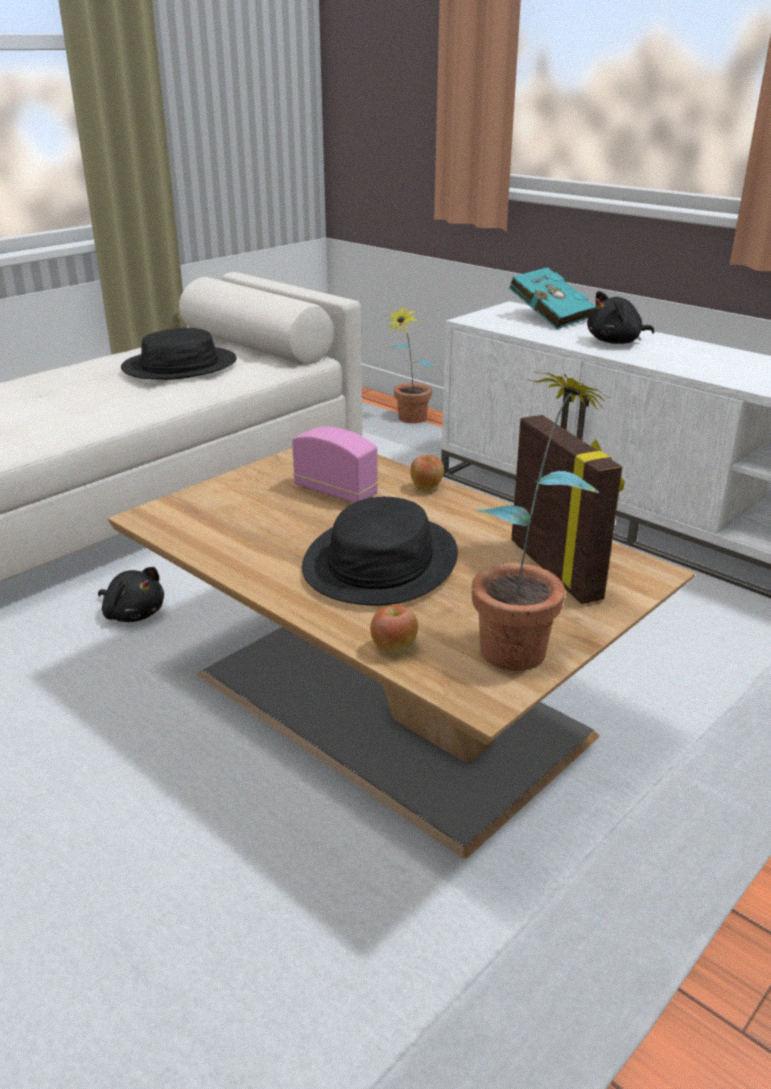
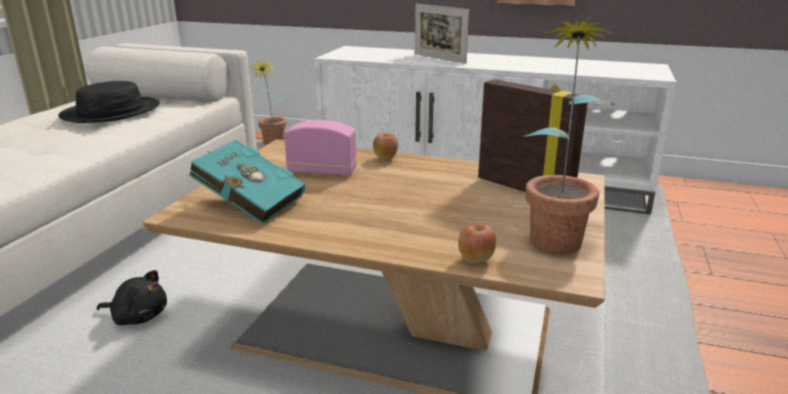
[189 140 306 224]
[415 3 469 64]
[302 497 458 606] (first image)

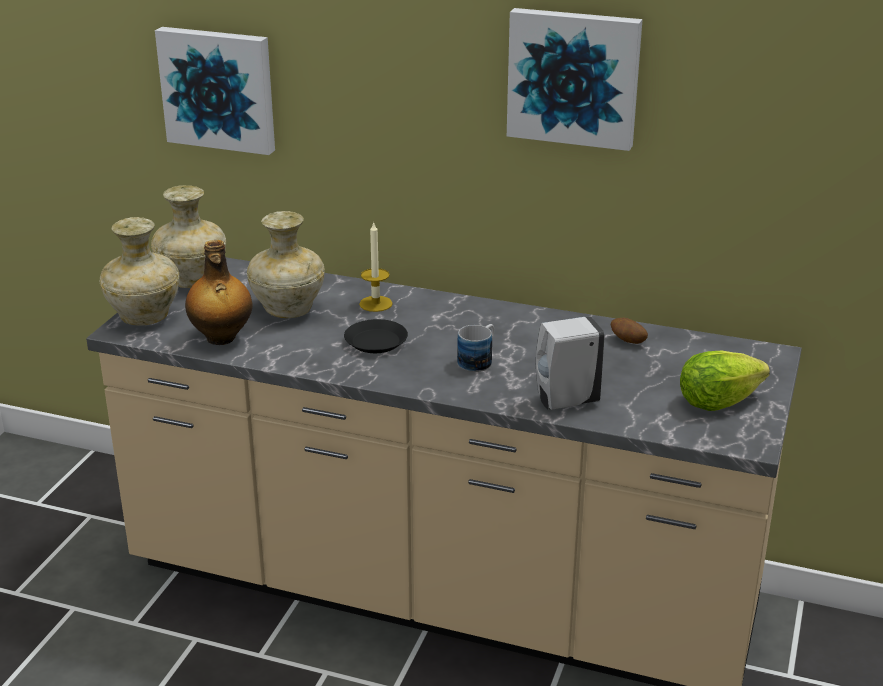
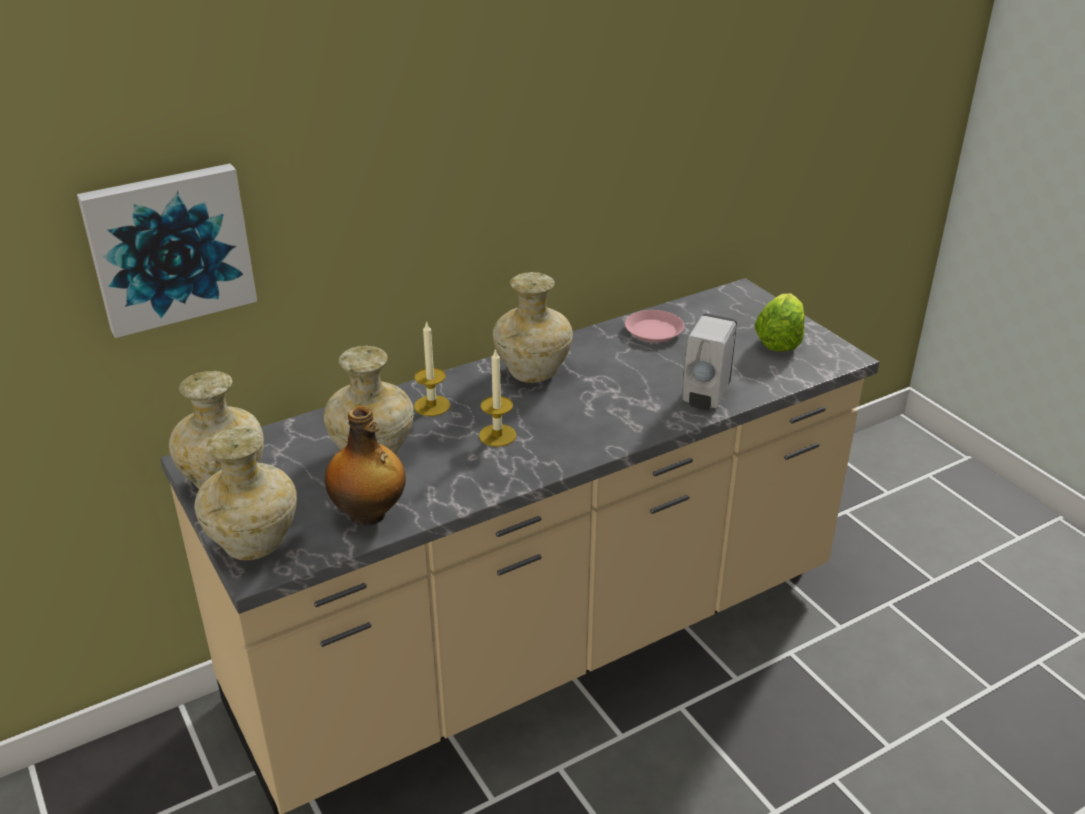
[507 8 643 151] (first image)
[625 310 684 342]
[479 348 516 447]
[457 324 494 372] (first image)
[493 272 573 383]

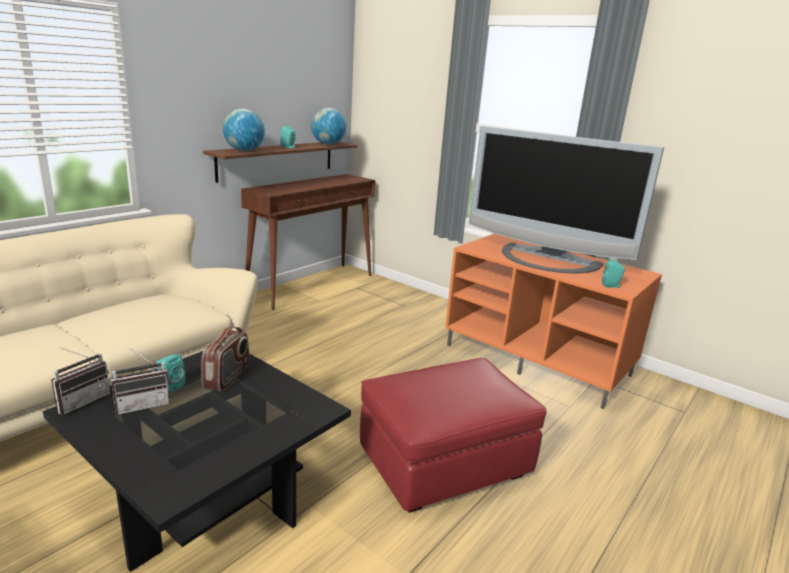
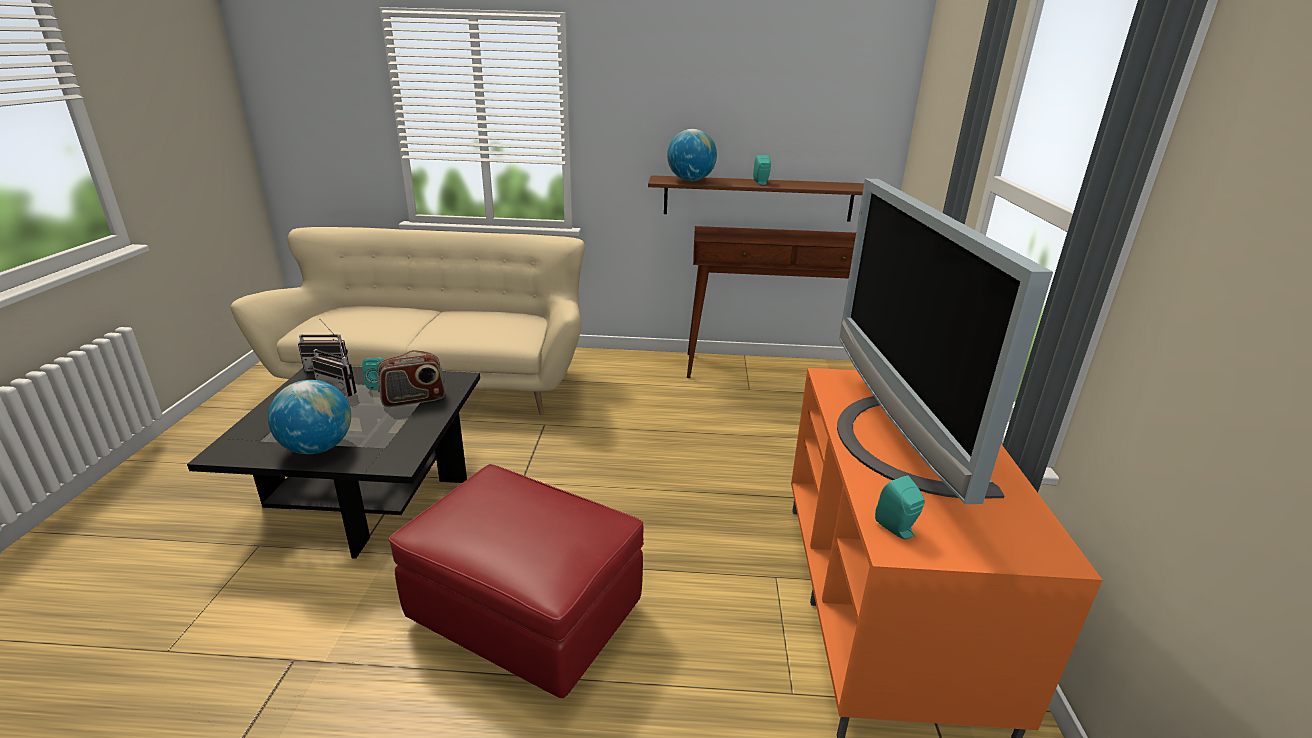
[268 380 351 454]

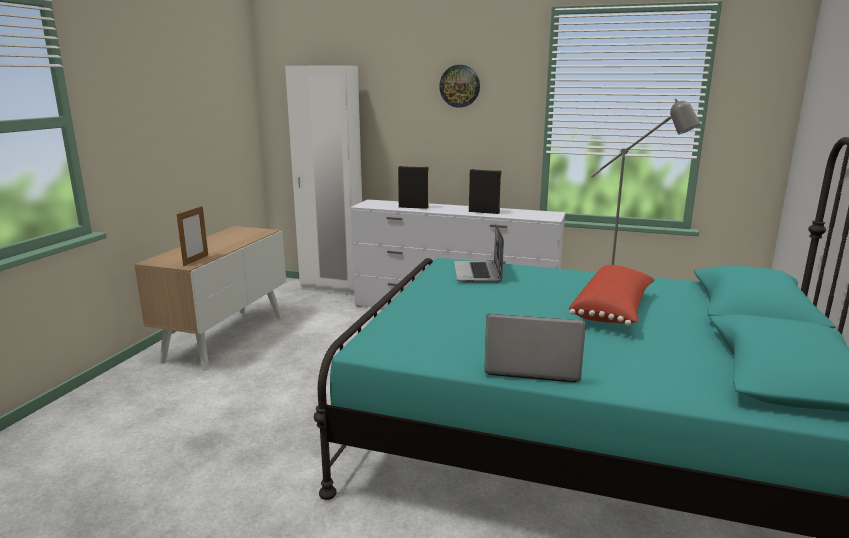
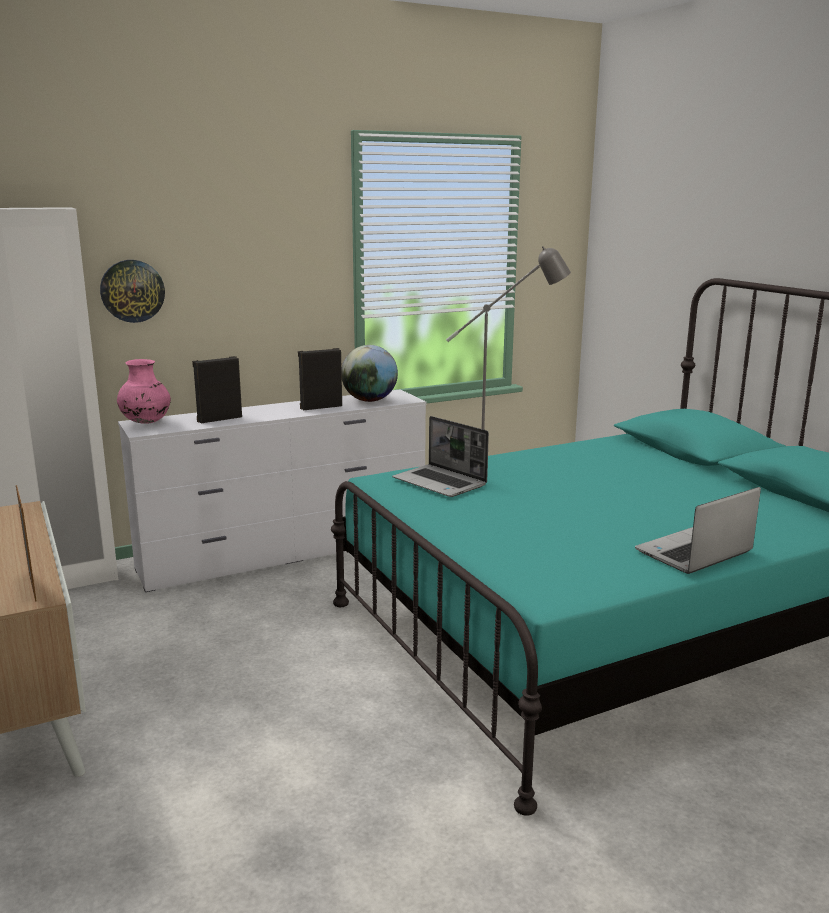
[100 260 165 323]
[569 265 655 326] (first image)
[342 345 398 402]
[117 359 171 424]

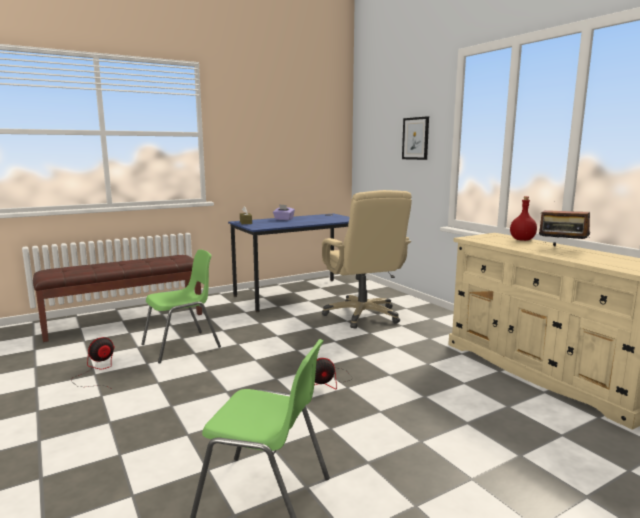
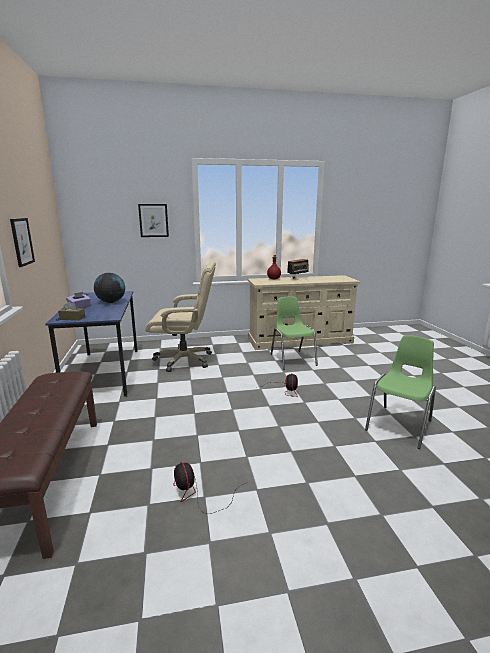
[271 296 318 370]
[10 218 35 267]
[94 273 125 303]

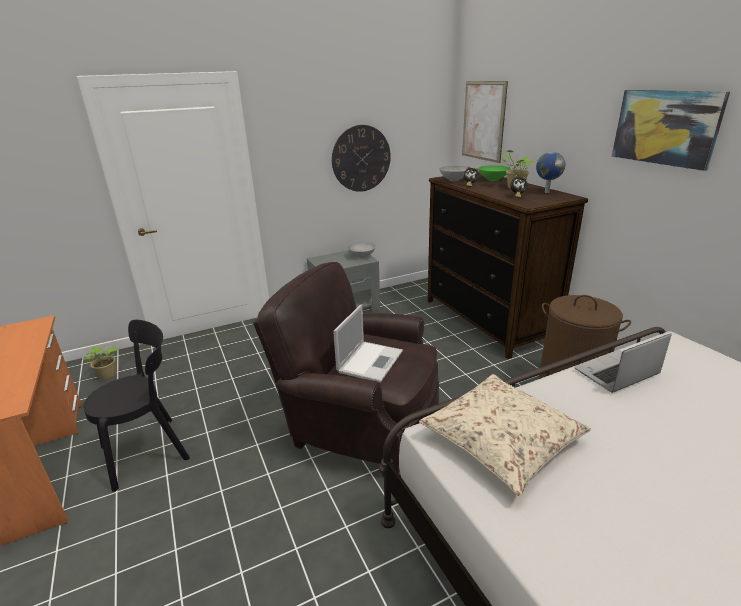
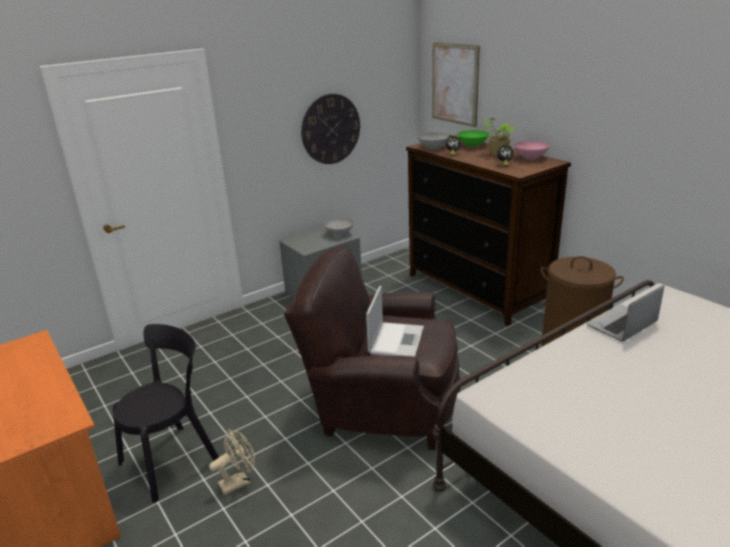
[612 90 730 171] (first image)
[514 141 550 159]
[82 345 118 380] (first image)
[419 374 591 496] (first image)
[209 429 255 495]

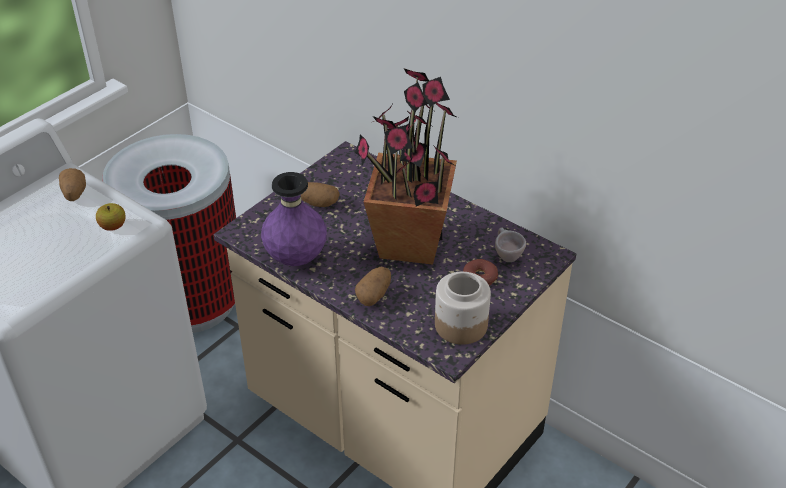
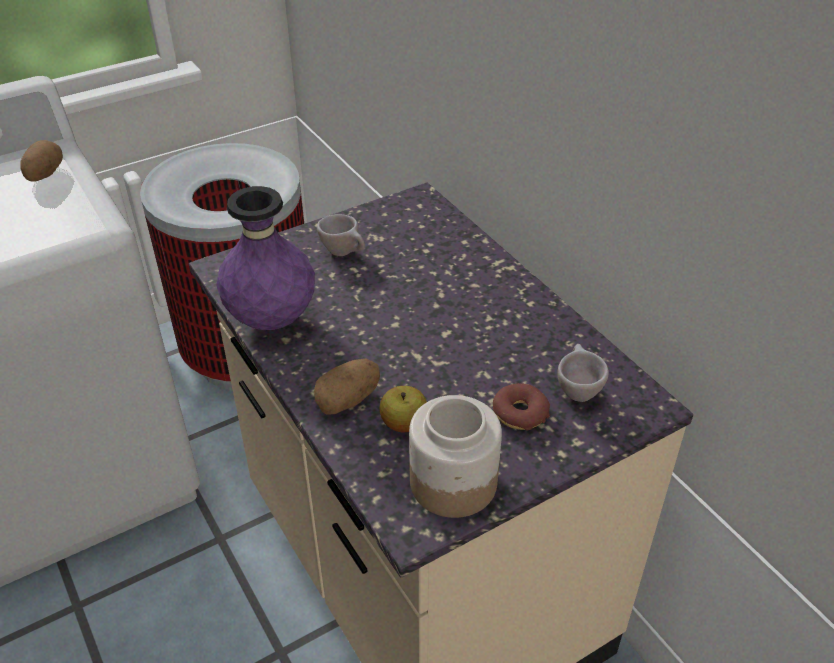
[355 69 458 265] (first image)
[317 214 365 256]
[380 386 427 432]

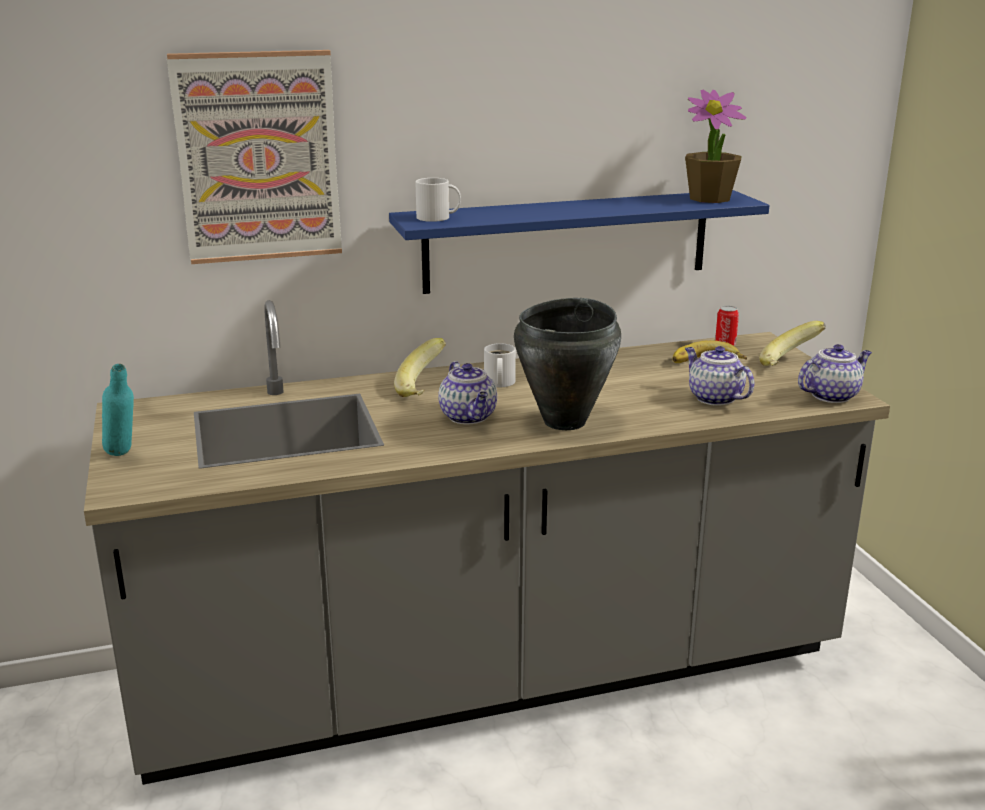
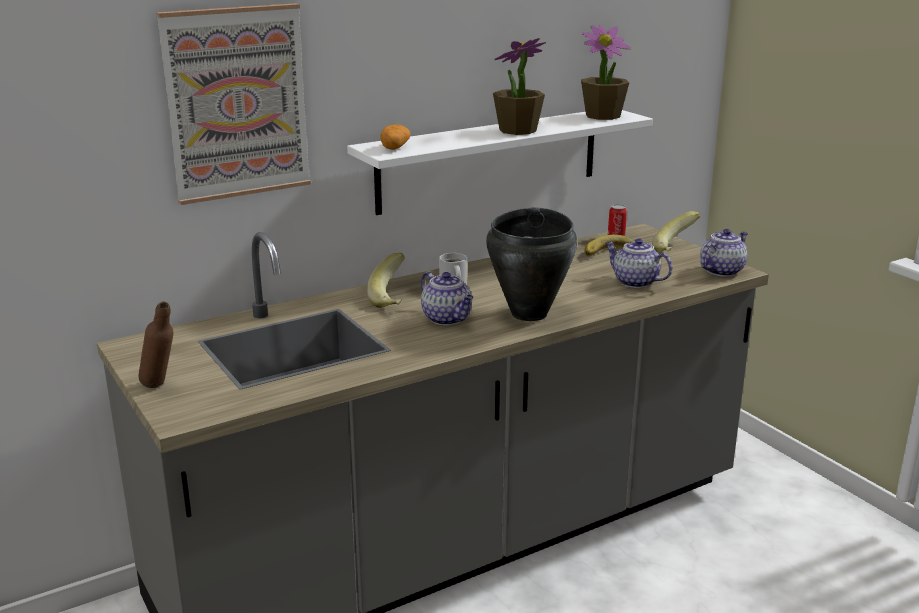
[381 124 410 150]
[347 110 653 215]
[139 302 173 388]
[493 38 546 135]

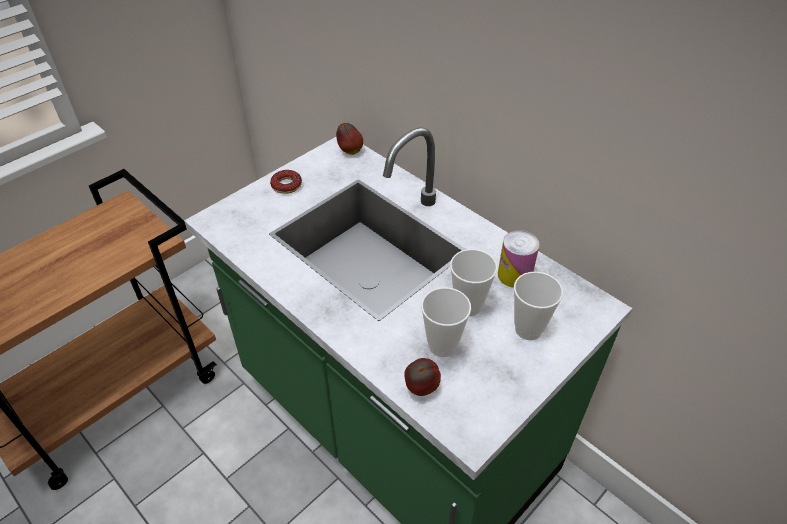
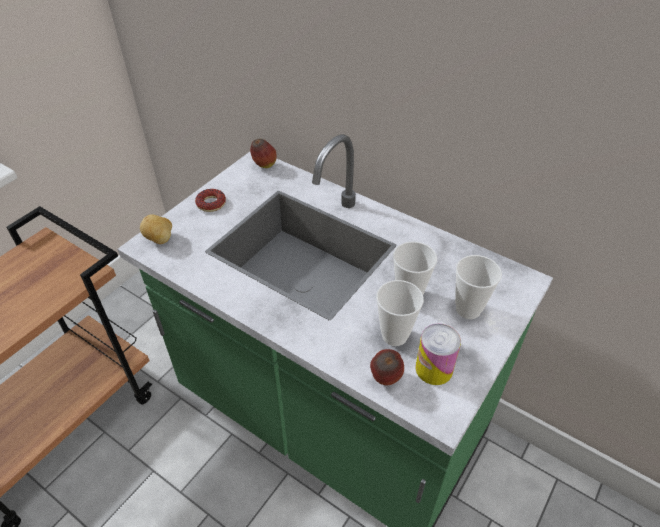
[415 324 461 385]
[140 214 172 244]

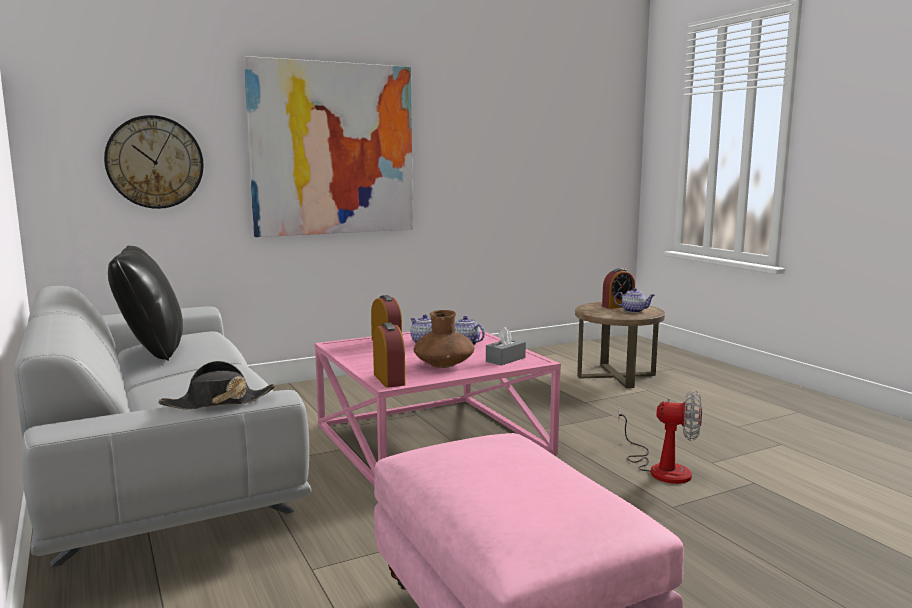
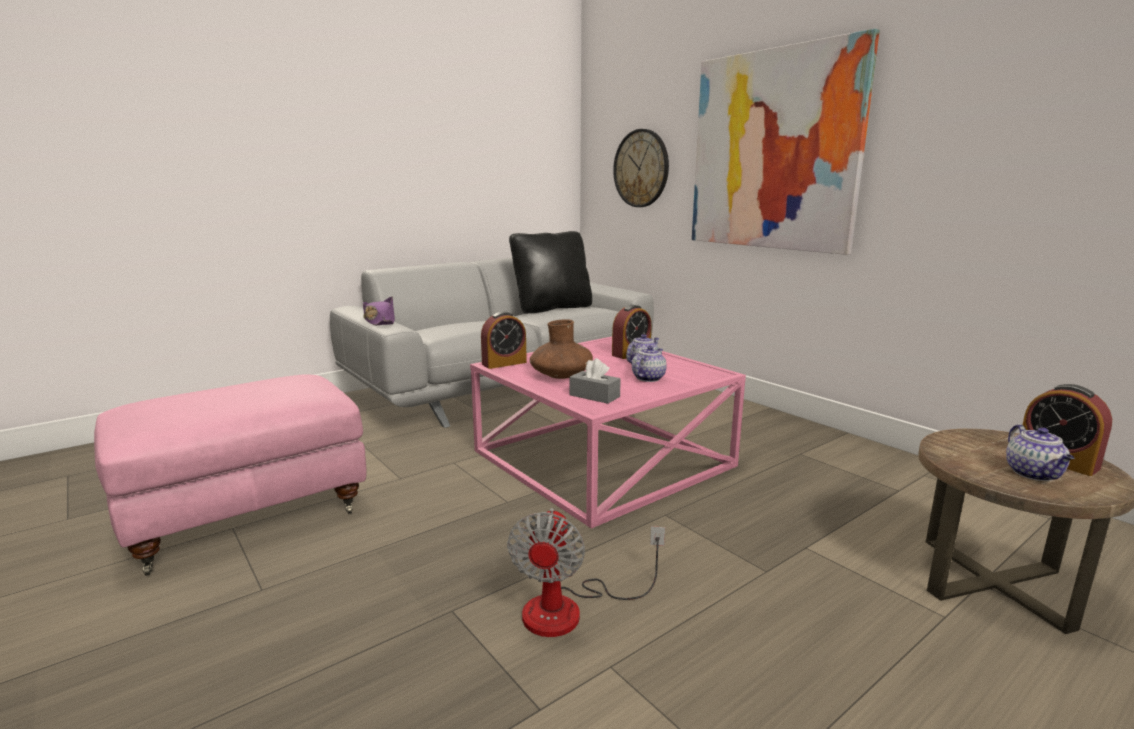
[363 297 395 325]

